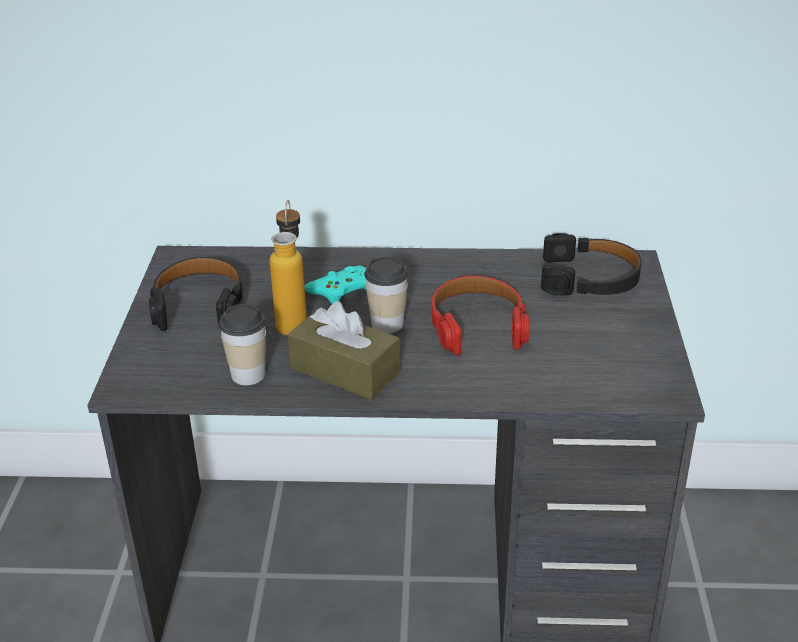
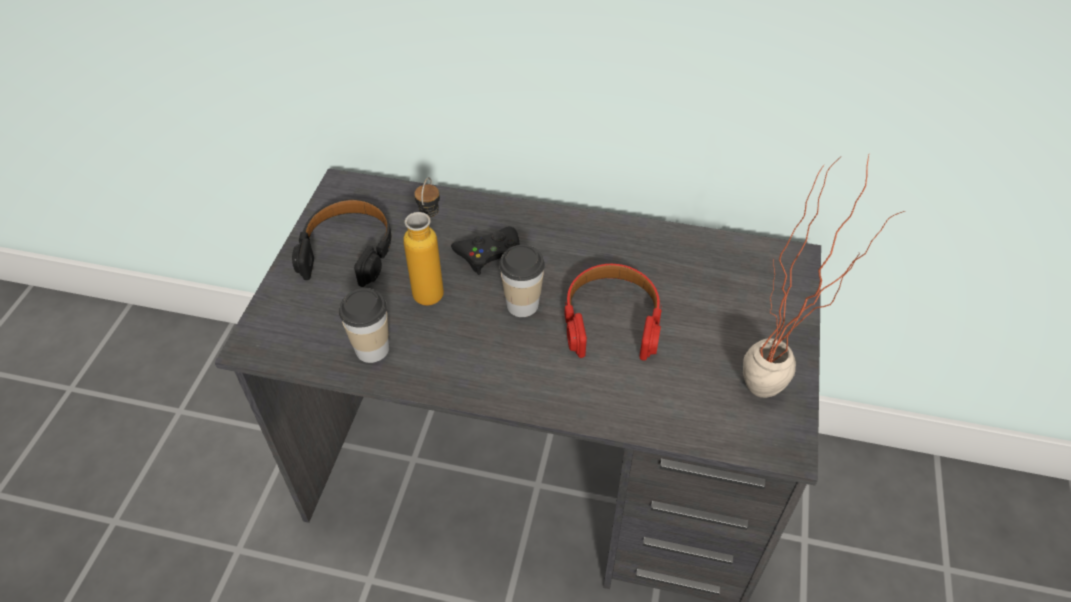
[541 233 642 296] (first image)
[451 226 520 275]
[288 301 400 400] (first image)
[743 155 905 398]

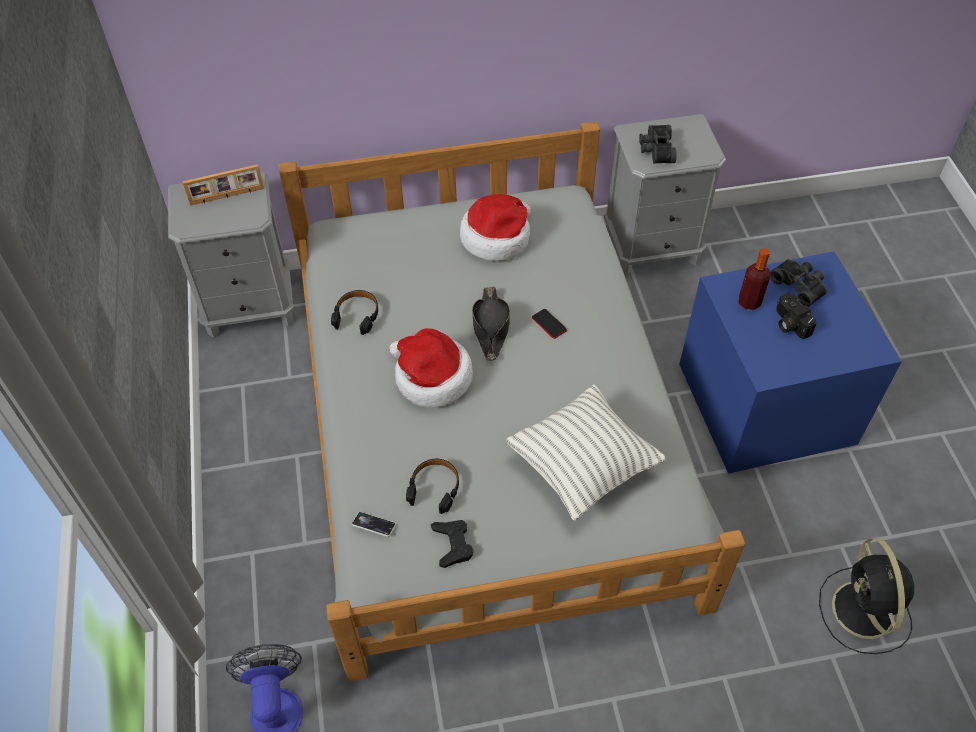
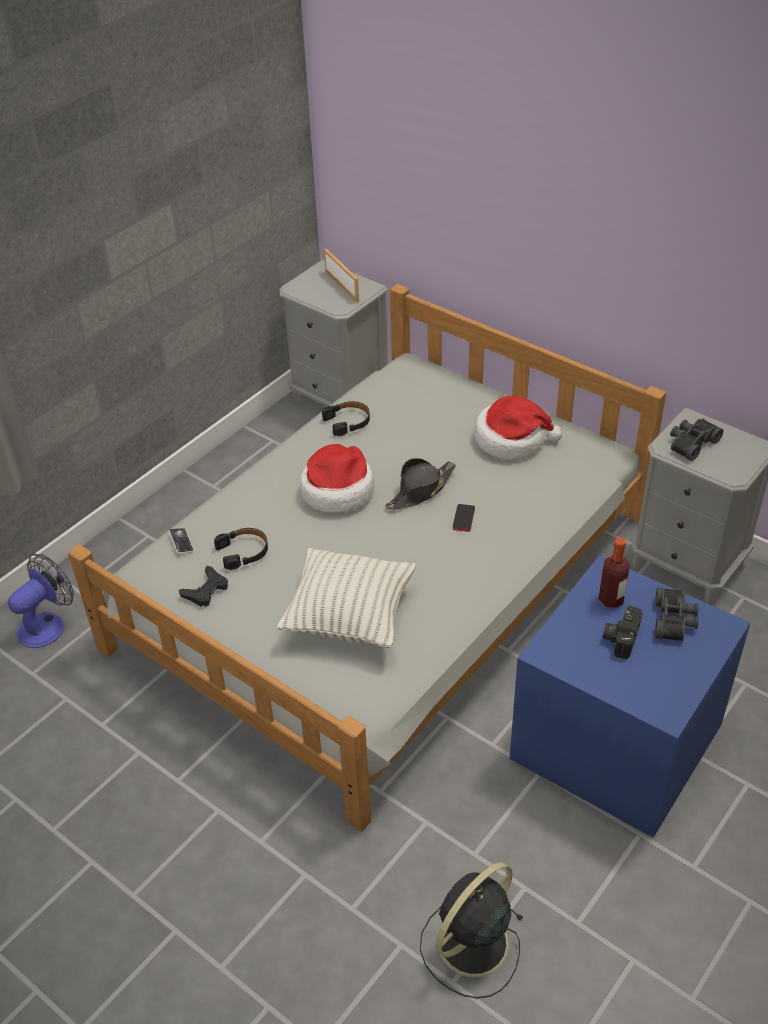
[324 249 359 302]

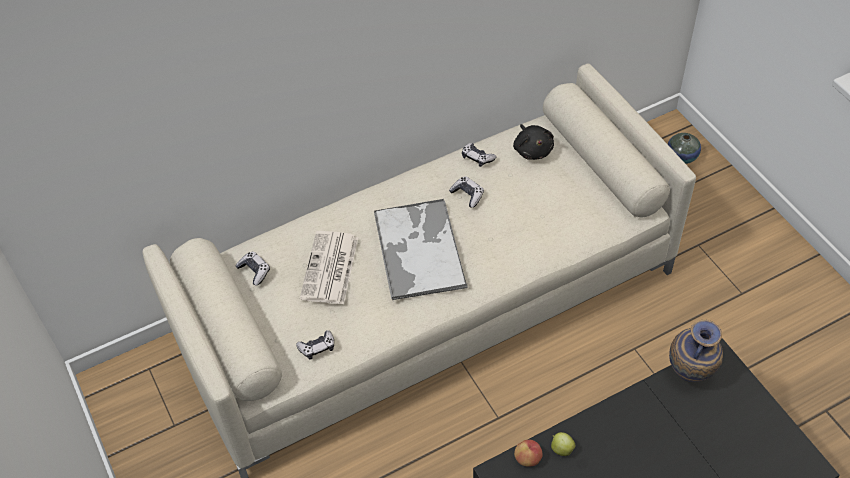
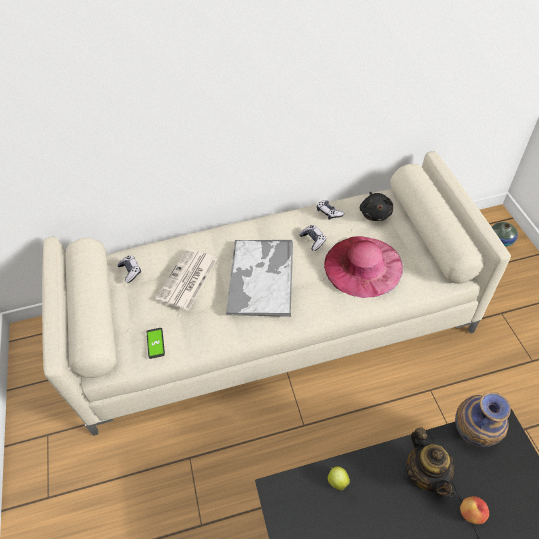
[147 328 165 359]
[460 496 489 524]
[324 236 403 298]
[406 427 455 497]

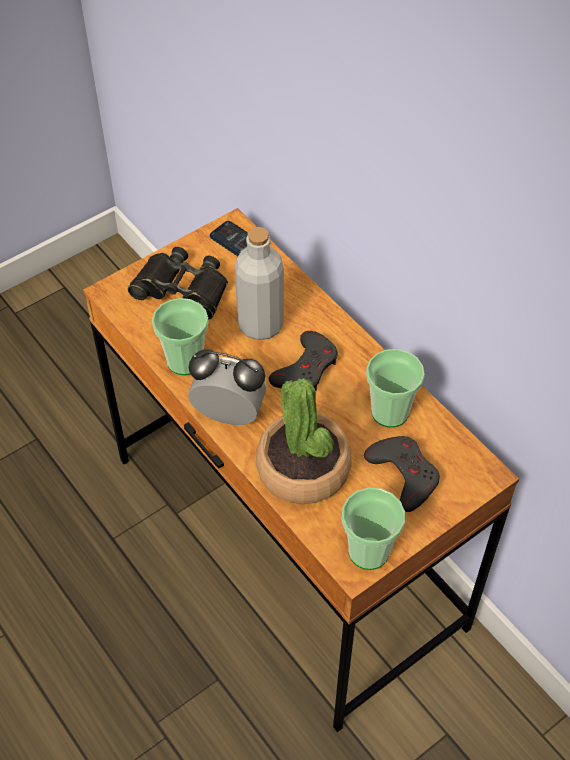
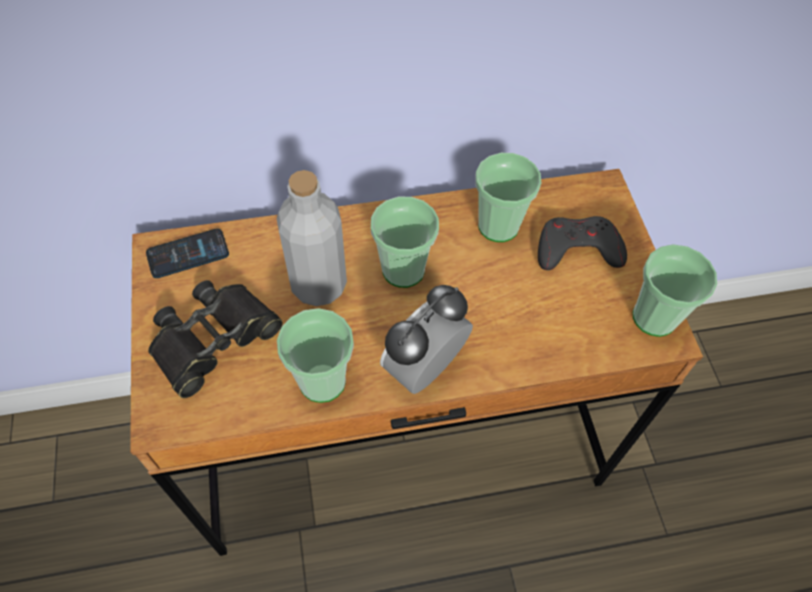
[371 197 439 288]
[256 378 352 504] (first image)

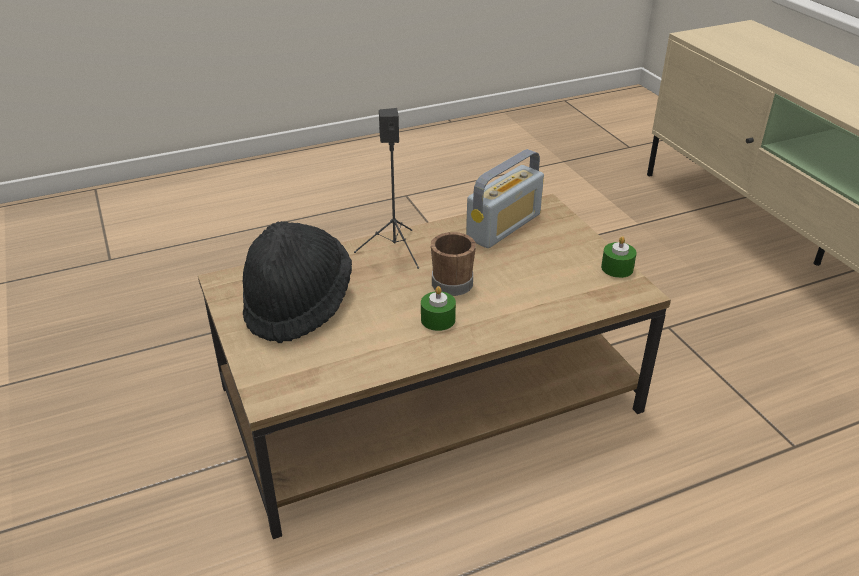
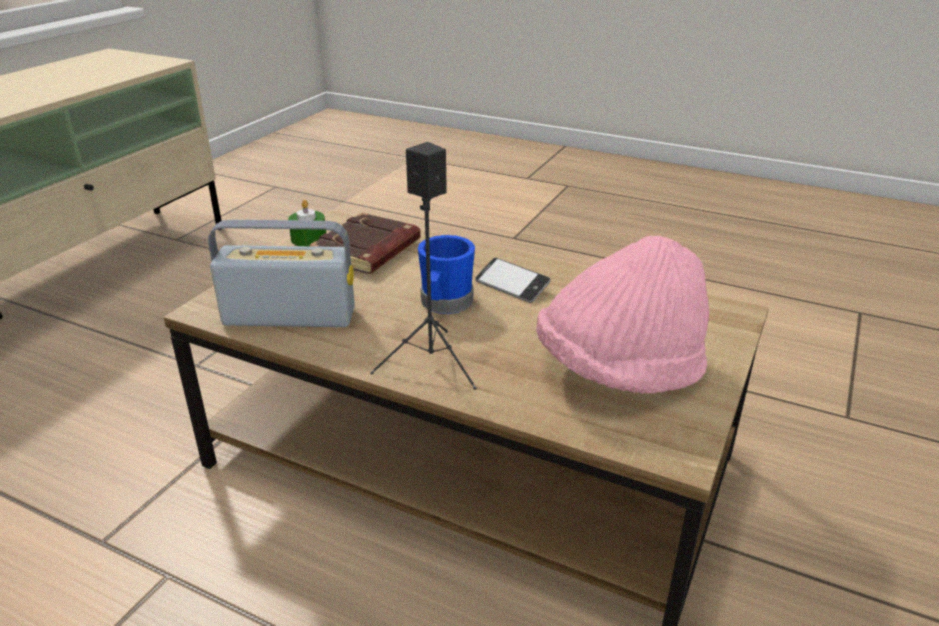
[536 235 709 394]
[418 235 475 314]
[475 258 551 303]
[310 212 421 274]

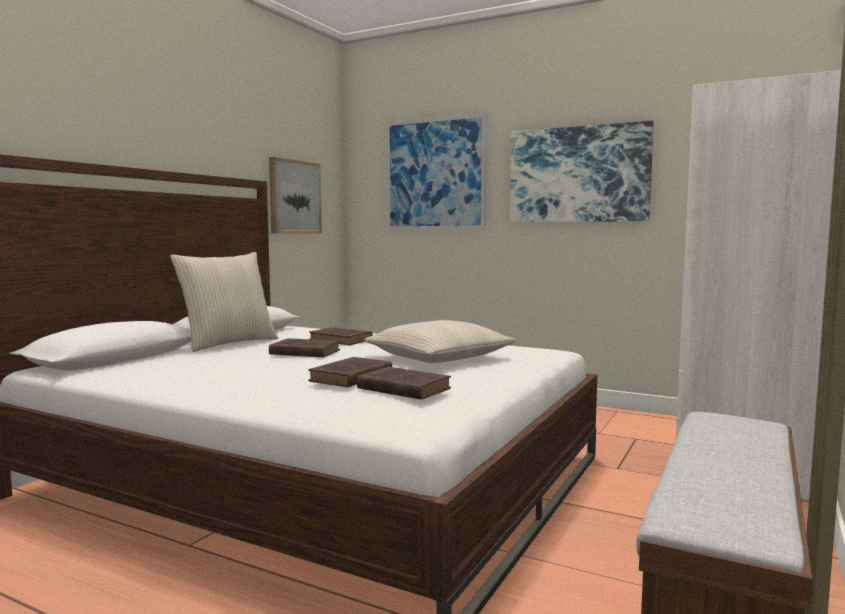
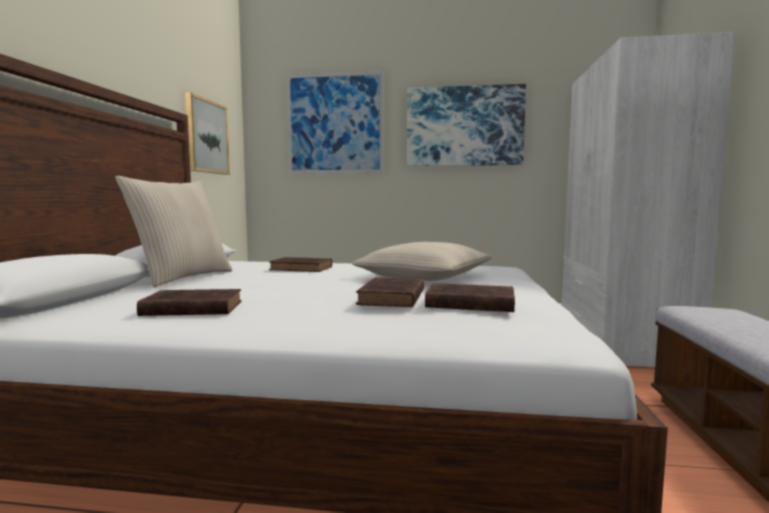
[137 289 242 316]

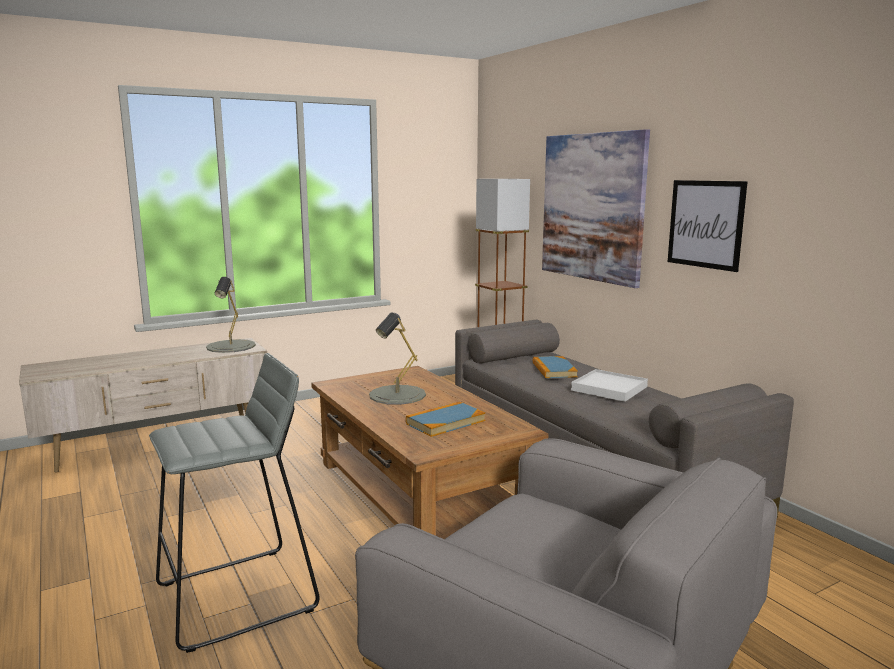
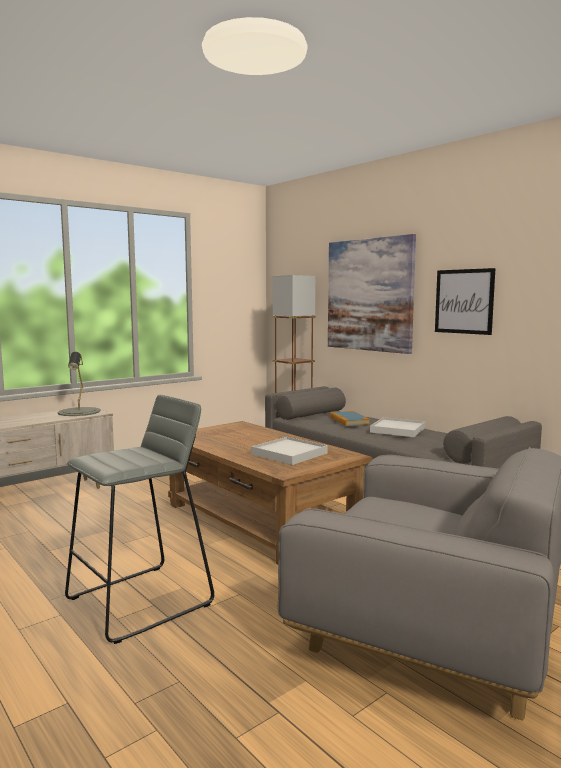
[369 312 426 405] (first image)
[251 437 328 465]

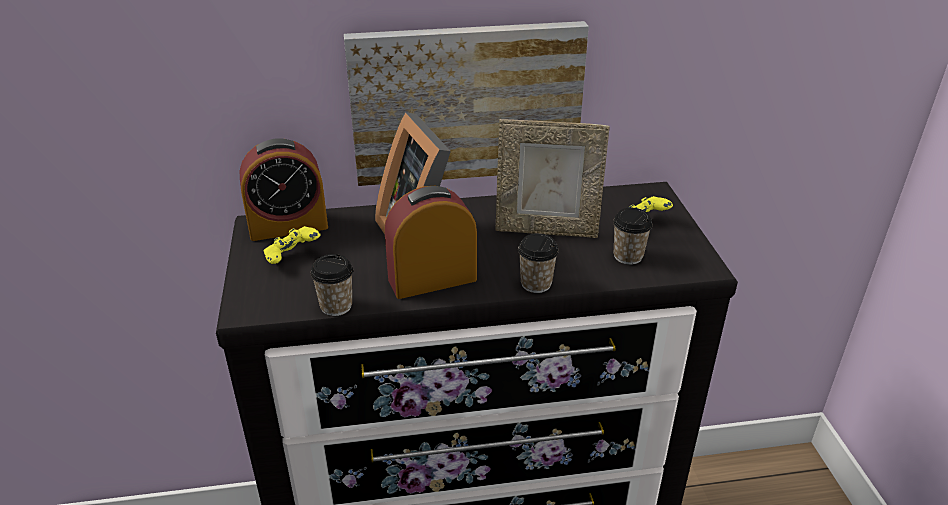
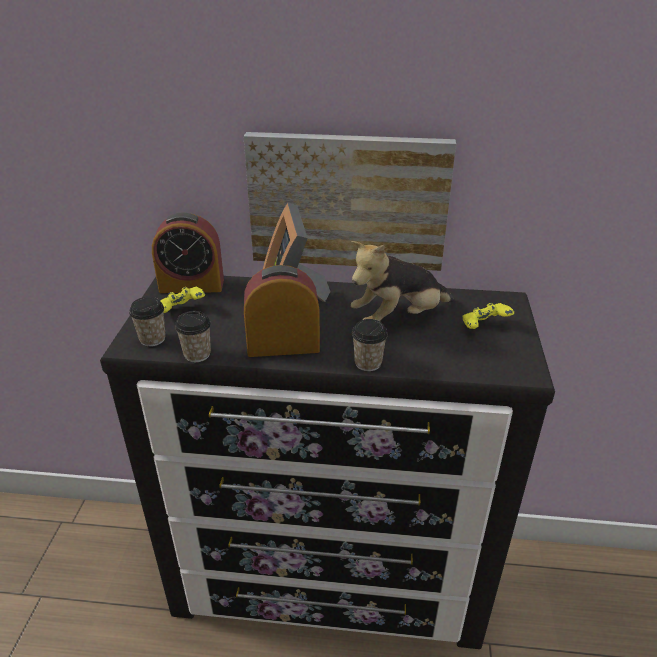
[351 241 454 321]
[129 297 166 347]

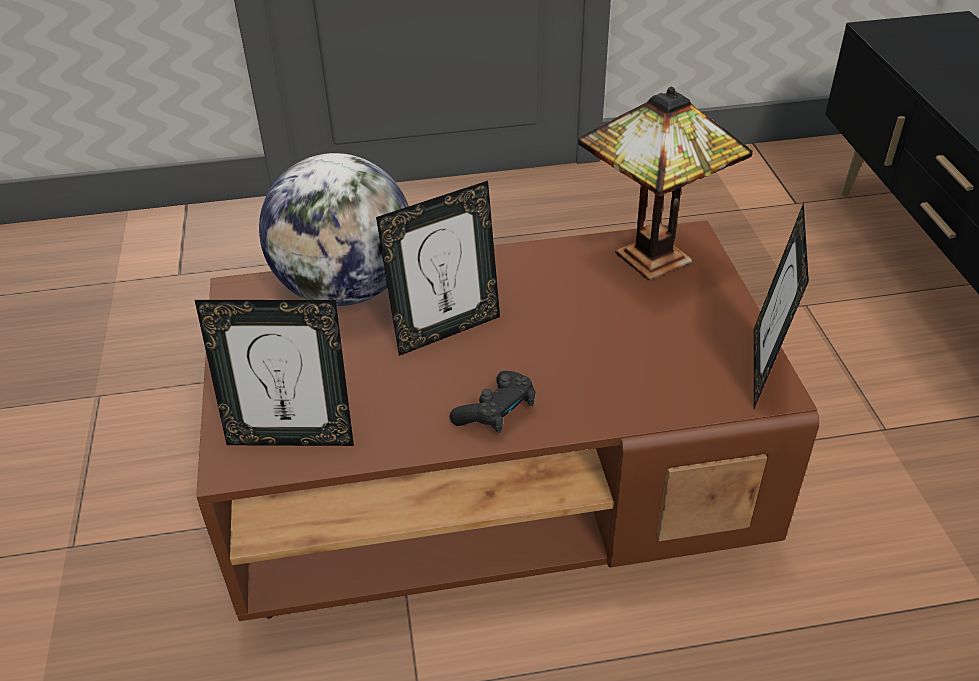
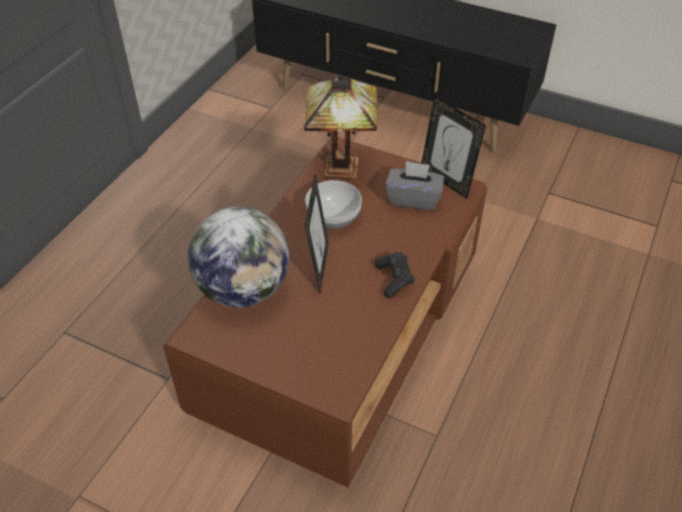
[195 300 354 446] (first image)
[385 161 444 210]
[305 180 362 229]

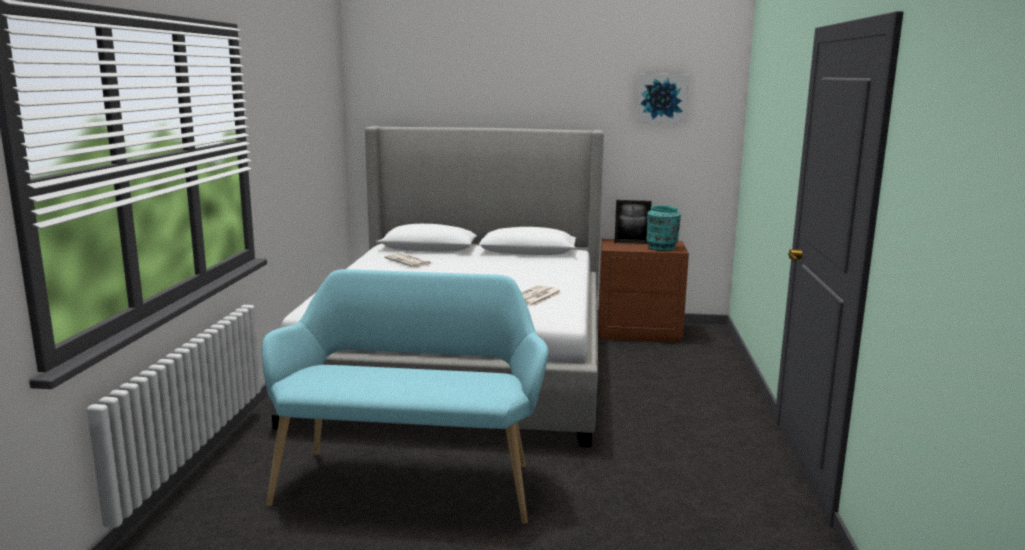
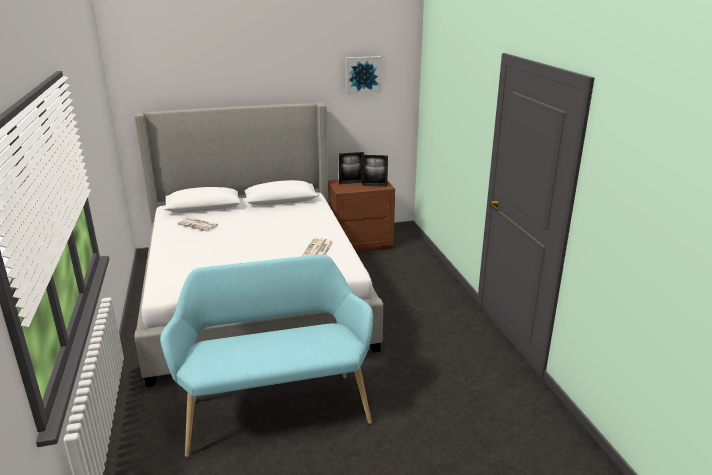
[362 155 388 187]

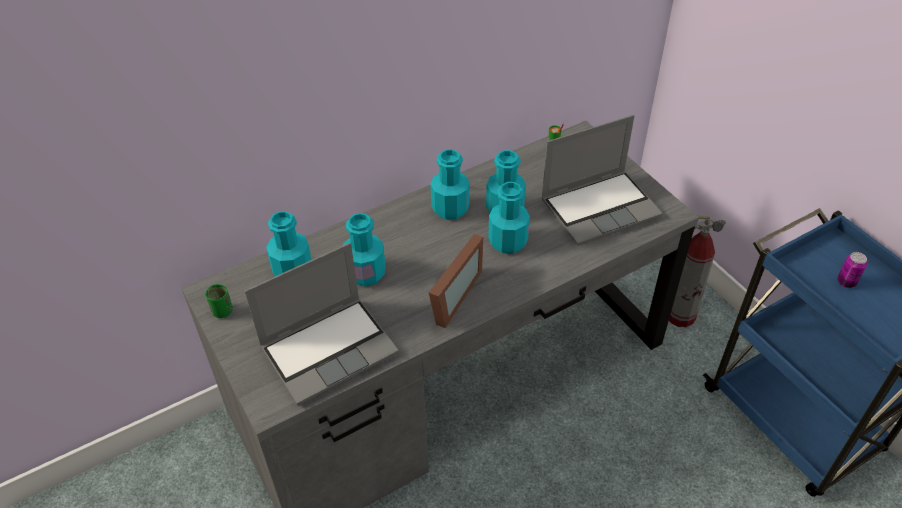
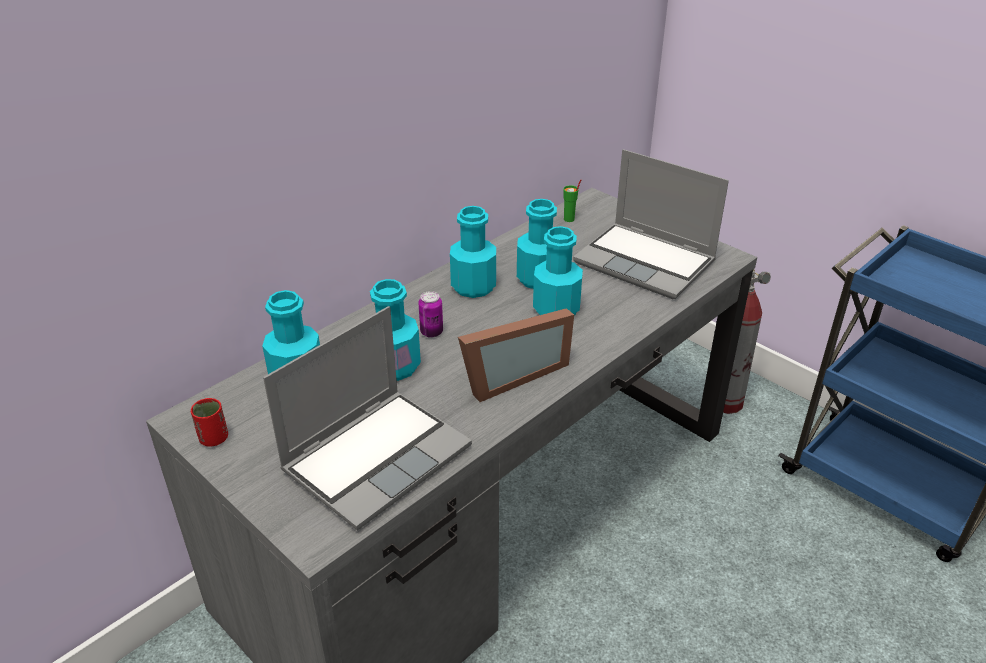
[573 149 729 299]
[458 308 574 402]
[418 291 443 338]
[191 398 228 447]

